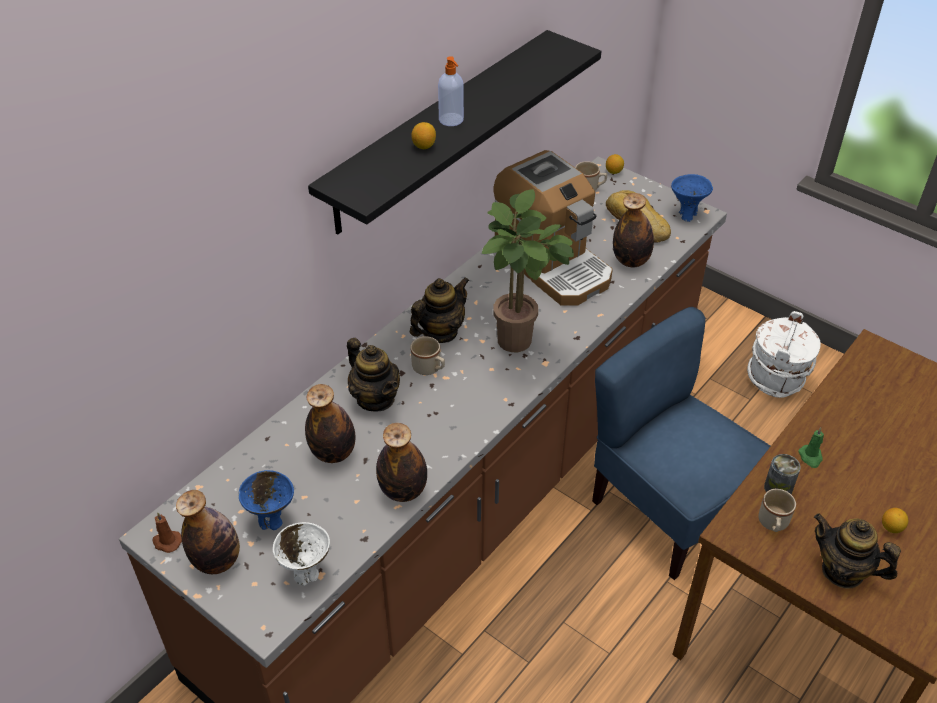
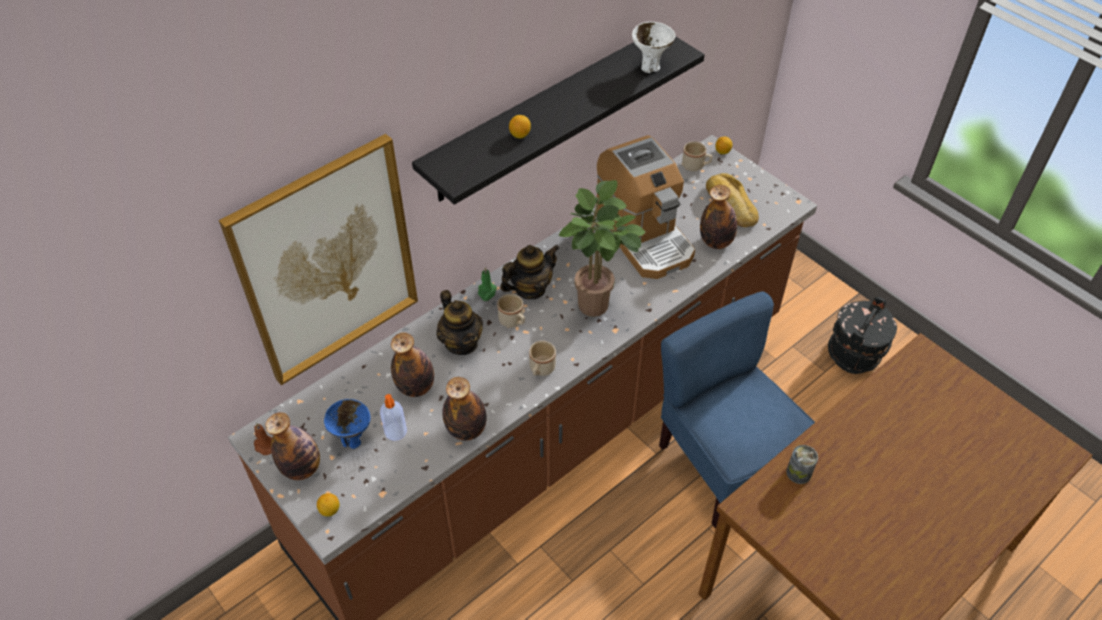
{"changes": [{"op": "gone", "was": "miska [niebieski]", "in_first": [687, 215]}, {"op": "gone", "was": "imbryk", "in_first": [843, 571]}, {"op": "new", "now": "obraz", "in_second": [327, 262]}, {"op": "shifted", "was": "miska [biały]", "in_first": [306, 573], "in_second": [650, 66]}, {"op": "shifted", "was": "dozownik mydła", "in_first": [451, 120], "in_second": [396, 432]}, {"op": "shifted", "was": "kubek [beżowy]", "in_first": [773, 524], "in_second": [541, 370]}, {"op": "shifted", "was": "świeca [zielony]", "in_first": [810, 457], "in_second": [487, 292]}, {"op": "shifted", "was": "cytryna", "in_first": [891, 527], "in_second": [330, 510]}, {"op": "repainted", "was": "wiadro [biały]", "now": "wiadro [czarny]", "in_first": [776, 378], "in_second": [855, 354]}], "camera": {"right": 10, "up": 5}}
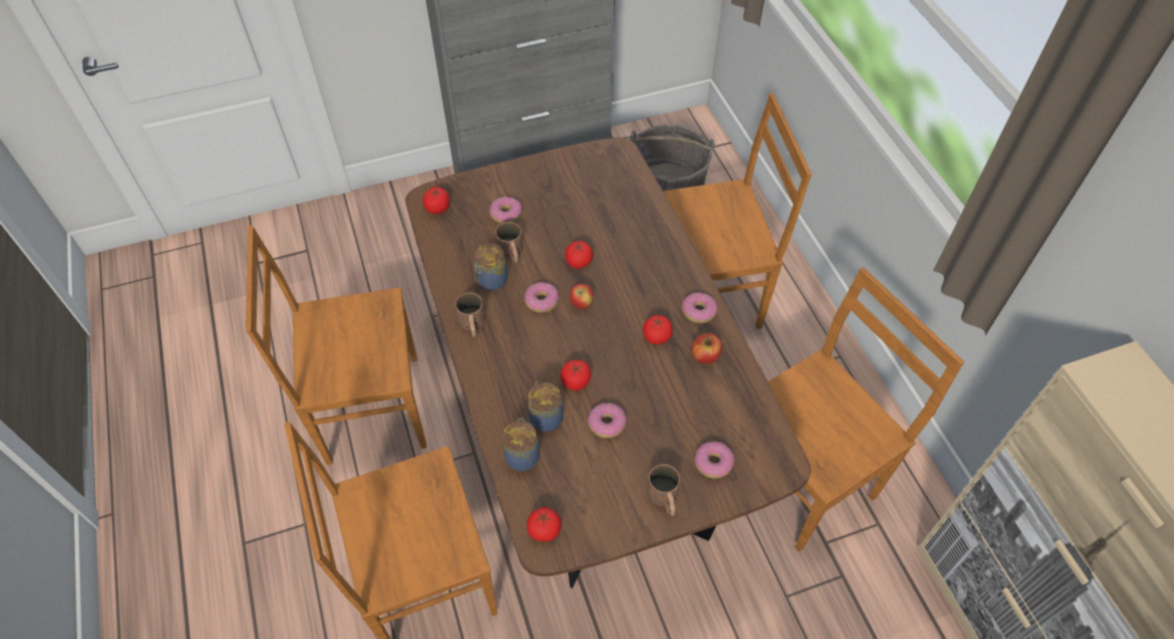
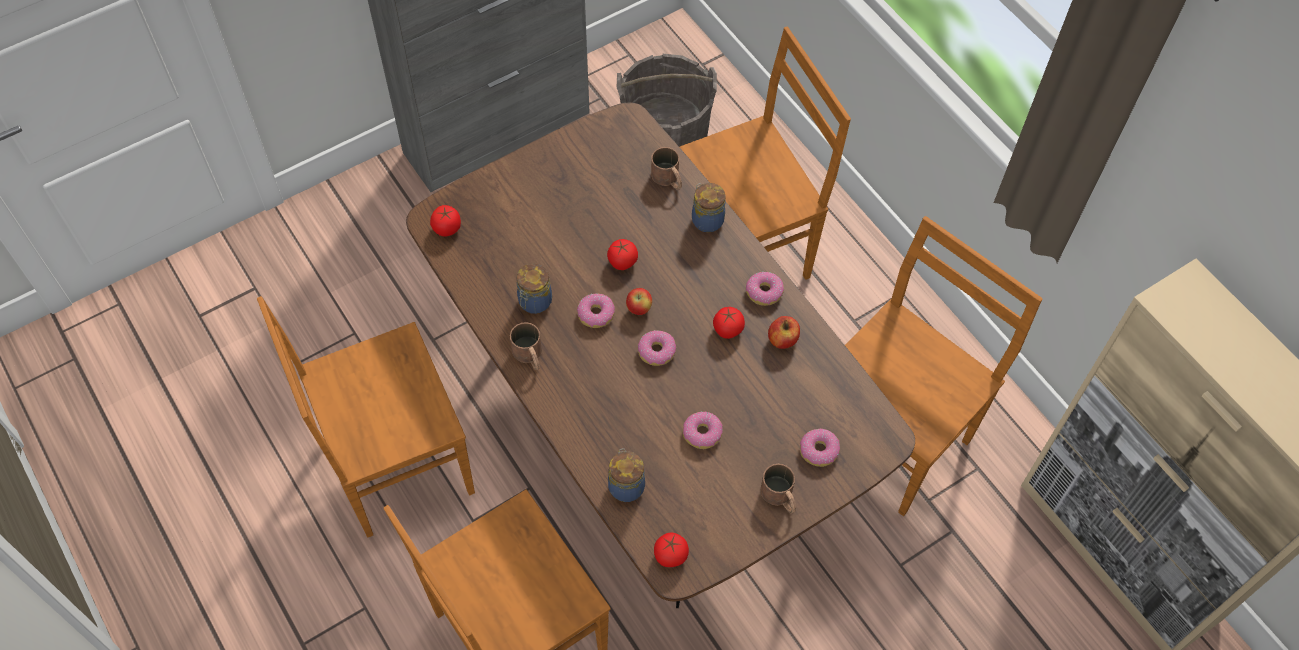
{"changes": [{"op": "gone", "was": "pomidor", "in_first": [575, 382]}, {"op": "shifted", "was": "donut", "in_first": [506, 214], "in_second": [656, 352]}, {"op": "shifted", "was": "kubek [brązowy]", "in_first": [512, 253], "in_second": [668, 179]}, {"op": "shifted", "was": "słoik", "in_first": [545, 417], "in_second": [706, 219]}], "camera": {"right": -15, "up": 5}}
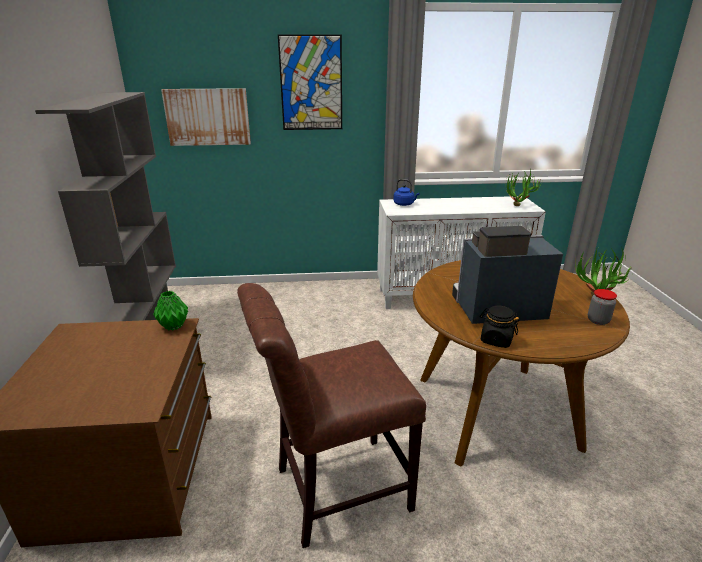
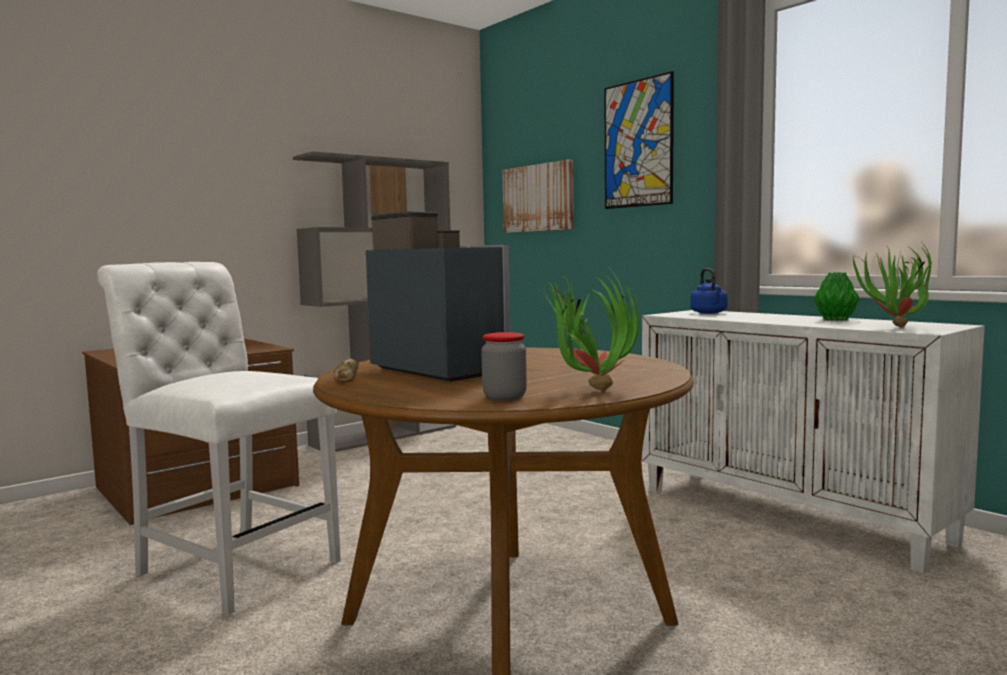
{"changes": [{"op": "shifted", "was": "wazon [zielony]", "in_first": [173, 326], "in_second": [834, 319]}, {"op": "swapped", "was": "słoik [czarny]", "now": "chleb", "in_first": [496, 340], "in_second": [346, 376]}, {"op": "repainted", "was": "krzesło [brązowy]", "now": "krzesło [biały]", "in_first": [334, 490], "in_second": [233, 564]}], "camera": {"right": 55, "up": -20}}
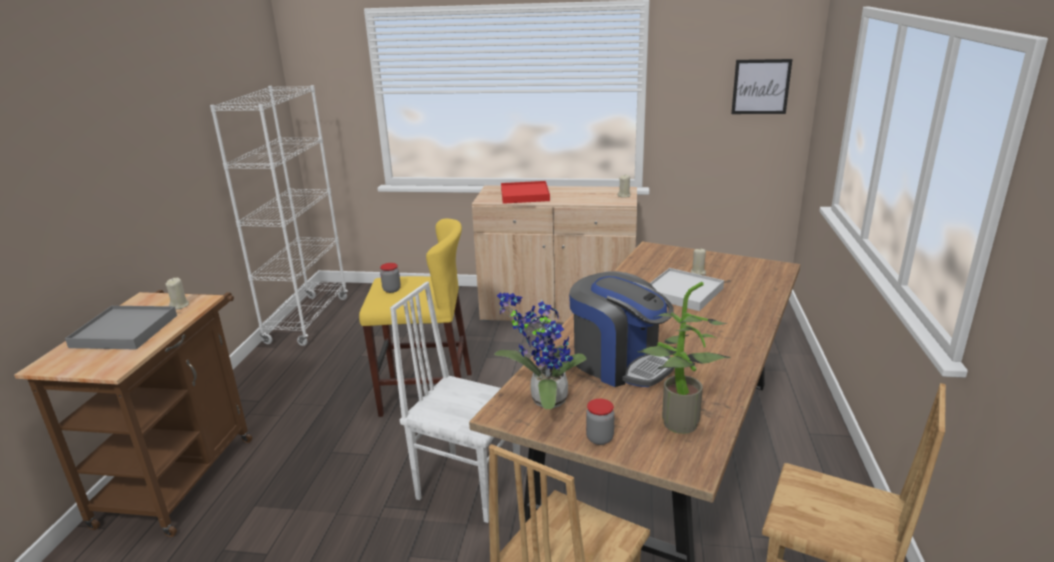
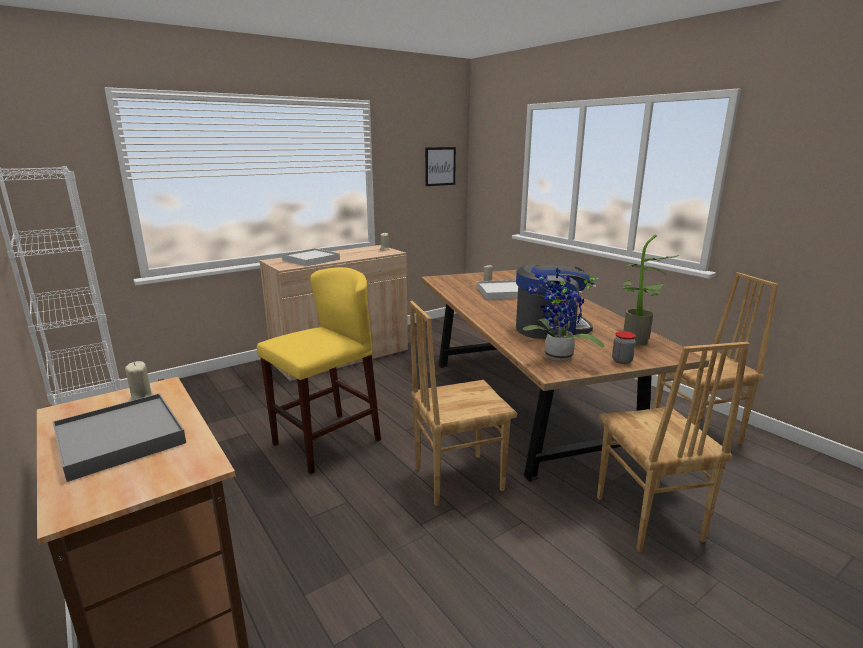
{"changes": [{"op": "gone", "was": "słoik", "in_first": [391, 290]}, {"op": "repainted", "was": "krzesło [biały]", "now": "krzesło [brązowy]", "in_first": [469, 486], "in_second": [457, 478]}, {"op": "repainted", "was": "taca [czerwony]", "now": "taca [biały]", "in_first": [525, 195], "in_second": [311, 260]}], "camera": {"right": -45, "up": -5}}
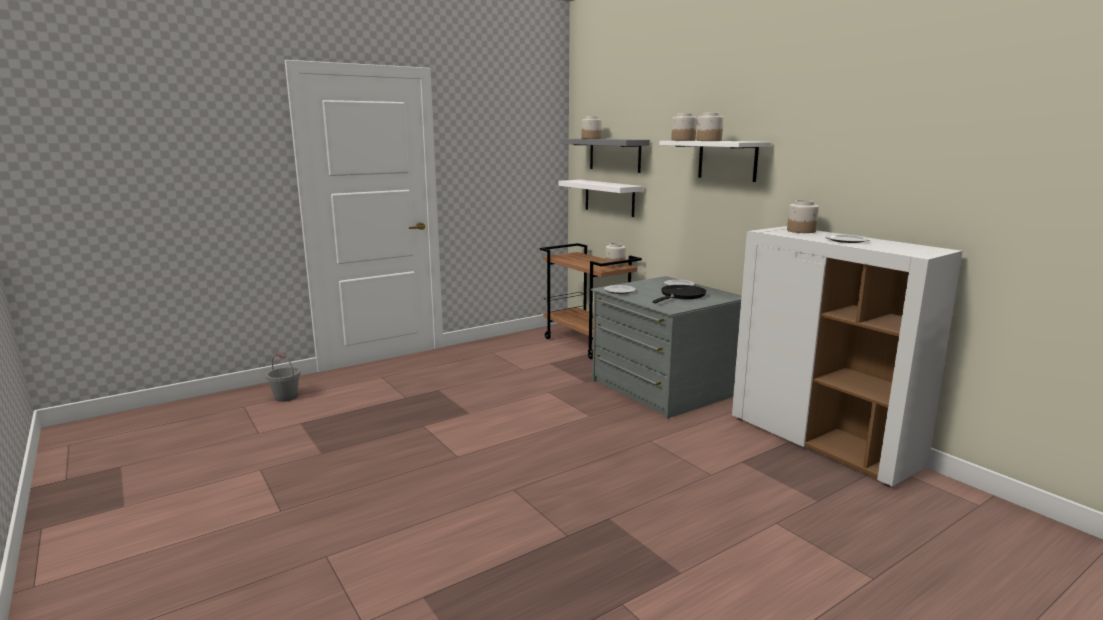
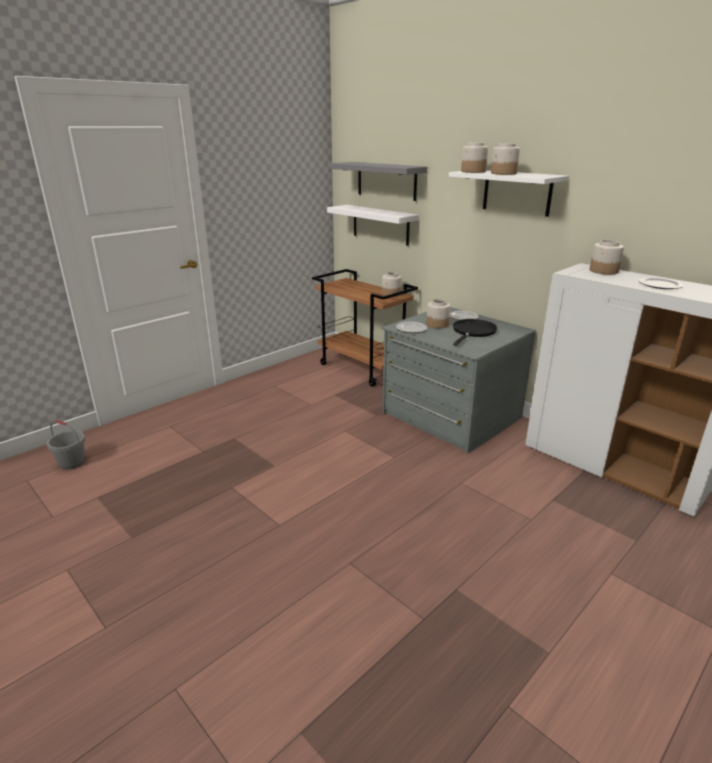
{"changes": [{"op": "shifted", "was": "słoik", "in_first": [591, 138], "in_second": [437, 324]}], "camera": {"right": -10, "up": 10}}
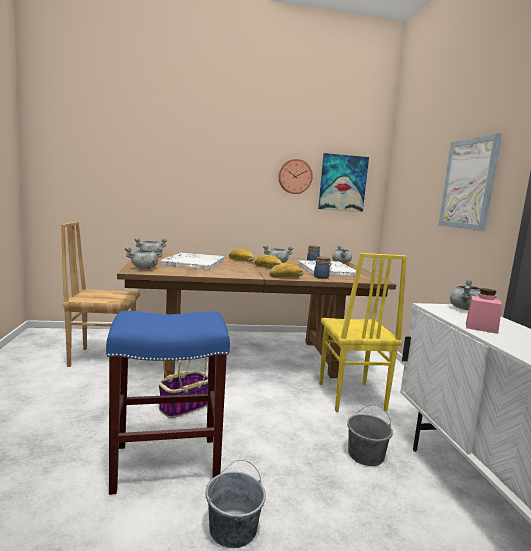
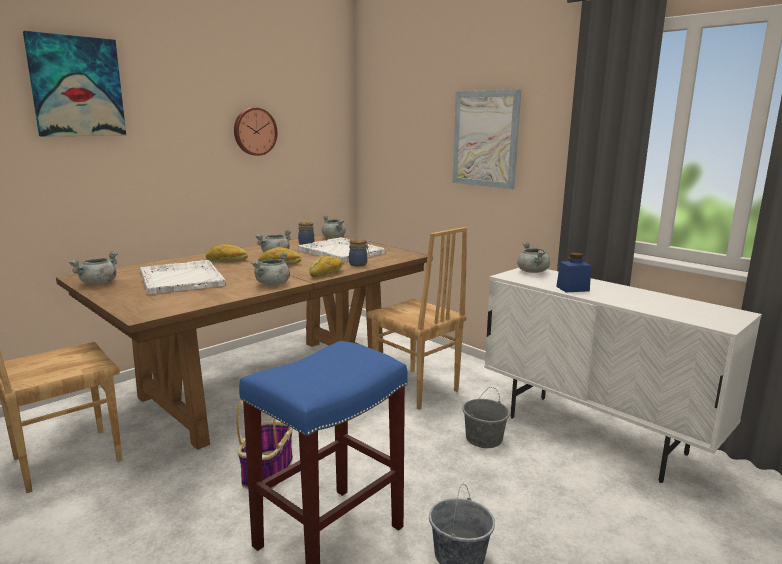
{"changes": [{"op": "shifted", "was": "garnek [szary]", "in_first": [144, 268], "in_second": [272, 284]}, {"op": "shifted", "was": "obraz", "in_first": [342, 183], "in_second": [76, 87]}, {"op": "repainted", "was": "krzesło [żółty]", "now": "krzesło [brązowy]", "in_first": [350, 397], "in_second": [415, 389]}, {"op": "repainted", "was": "słoik [różowy]", "now": "słoik [niebieski]", "in_first": [481, 328], "in_second": [572, 289]}], "camera": {"right": -35, "up": 5}}
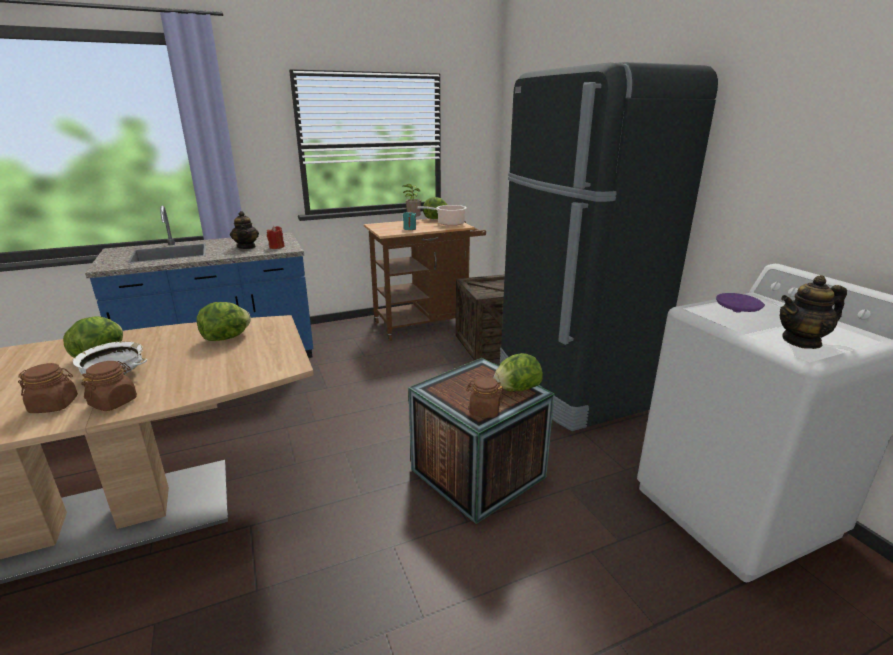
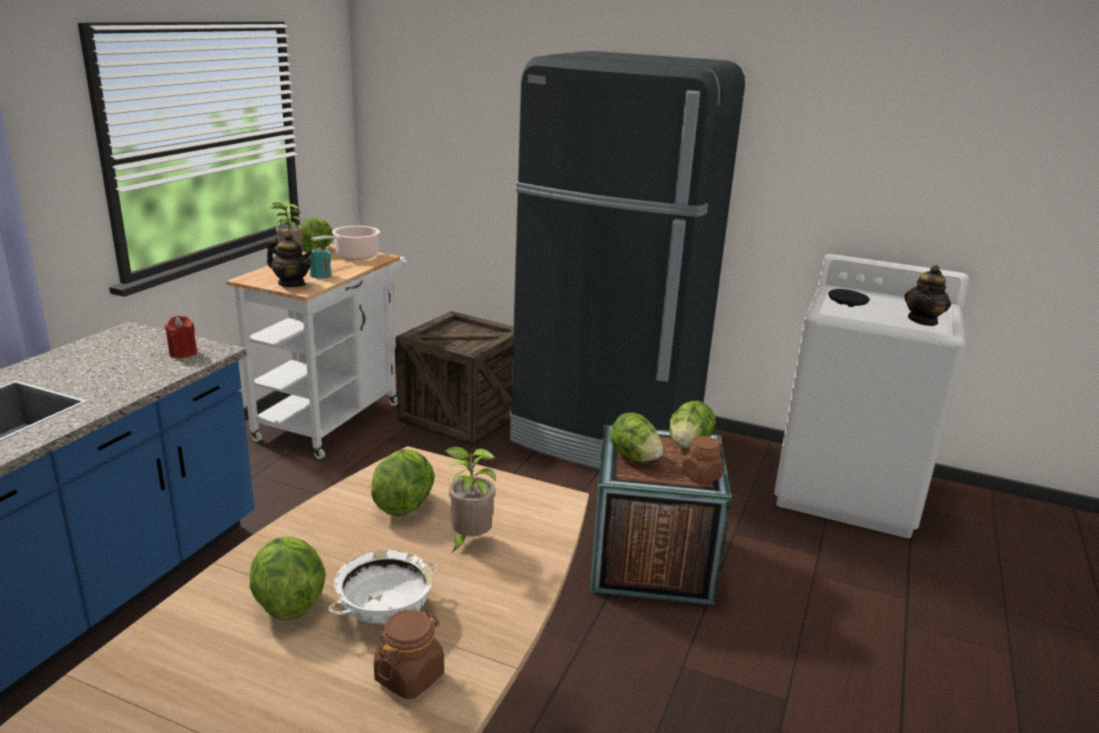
{"changes": [{"op": "gone", "was": "słoik [brązowy]", "in_first": [114, 402]}, {"op": "new", "now": "roślina doniczkowa", "in_second": [469, 541]}, {"op": "new", "now": "sałata", "in_second": [634, 457]}, {"op": "shifted", "was": "imbryk", "in_first": [247, 247], "in_second": [292, 284]}, {"op": "repainted", "was": "wózek [brązowy]", "now": "wózek [biały]", "in_first": [426, 323], "in_second": [334, 417]}, {"op": "repainted", "was": "talerz [fioletowy]", "now": "talerz [czarny]", "in_first": [738, 309], "in_second": [847, 304]}], "camera": {"right": -45, "up": 0}}
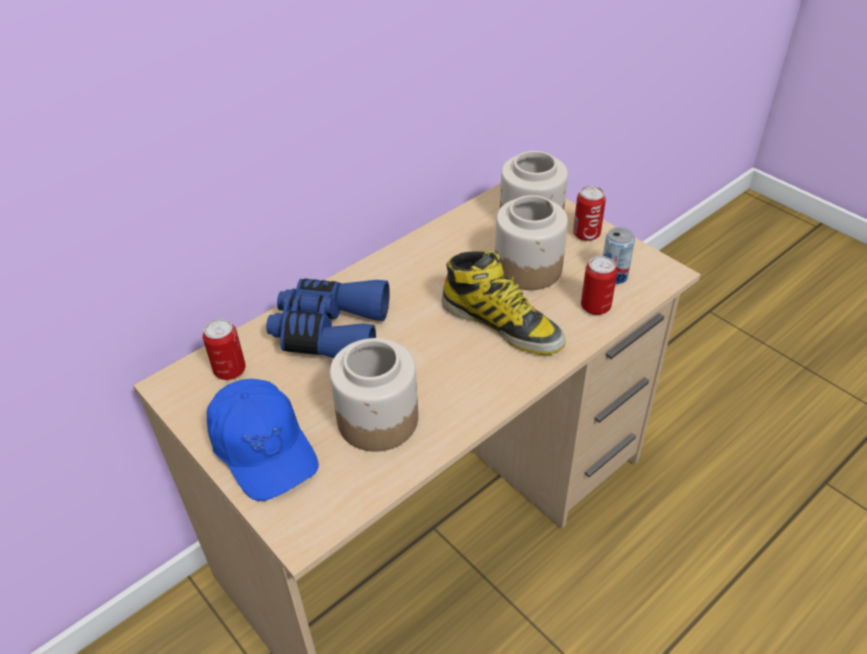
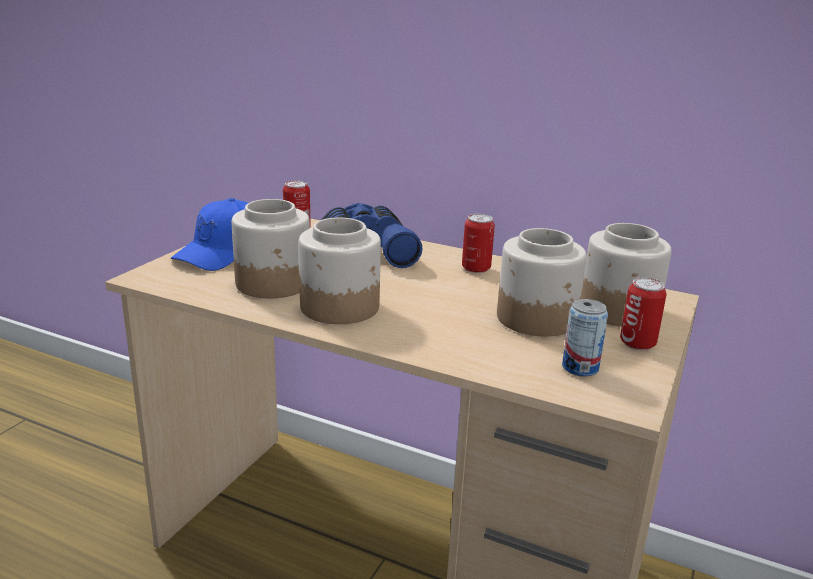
{"changes": [{"op": "gone", "was": "but z cholewką", "in_first": [502, 323]}, {"op": "new", "now": "słoik", "in_second": [341, 307]}, {"op": "shifted", "was": "puszka", "in_first": [595, 307], "in_second": [476, 268]}], "camera": {"right": 65, "up": -20}}
